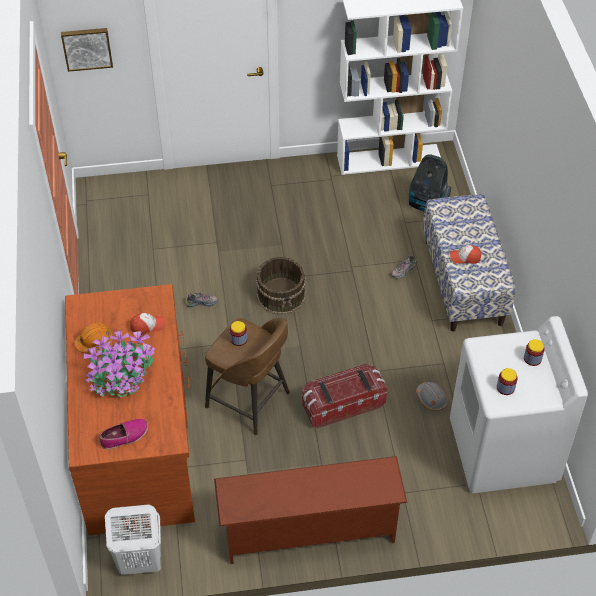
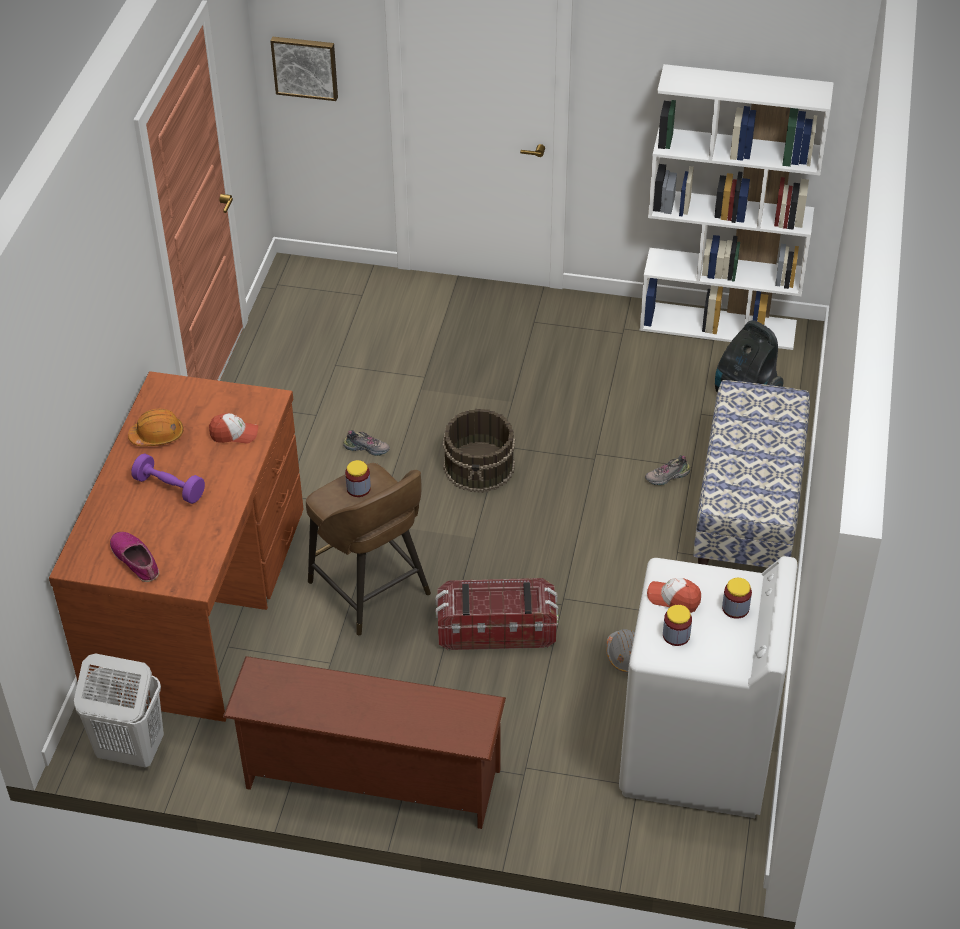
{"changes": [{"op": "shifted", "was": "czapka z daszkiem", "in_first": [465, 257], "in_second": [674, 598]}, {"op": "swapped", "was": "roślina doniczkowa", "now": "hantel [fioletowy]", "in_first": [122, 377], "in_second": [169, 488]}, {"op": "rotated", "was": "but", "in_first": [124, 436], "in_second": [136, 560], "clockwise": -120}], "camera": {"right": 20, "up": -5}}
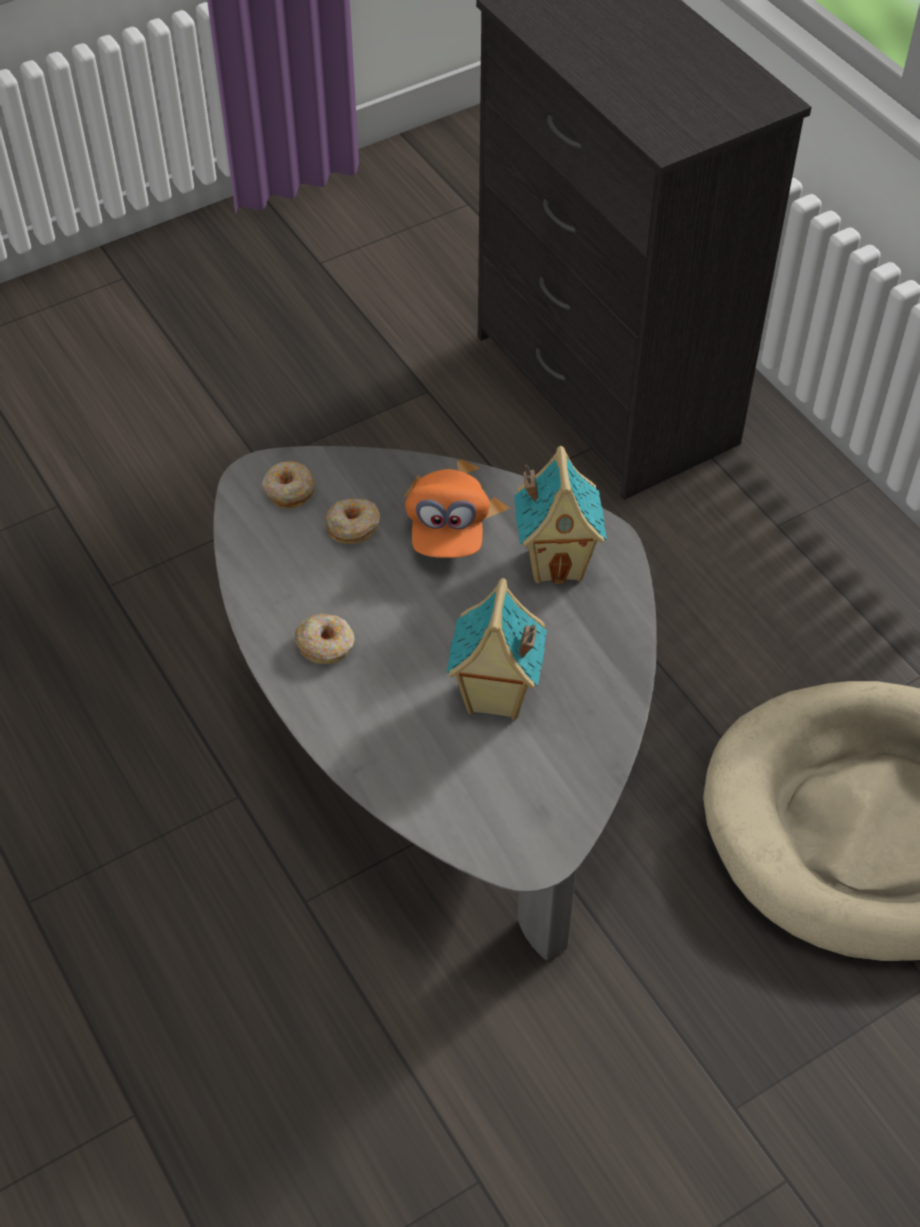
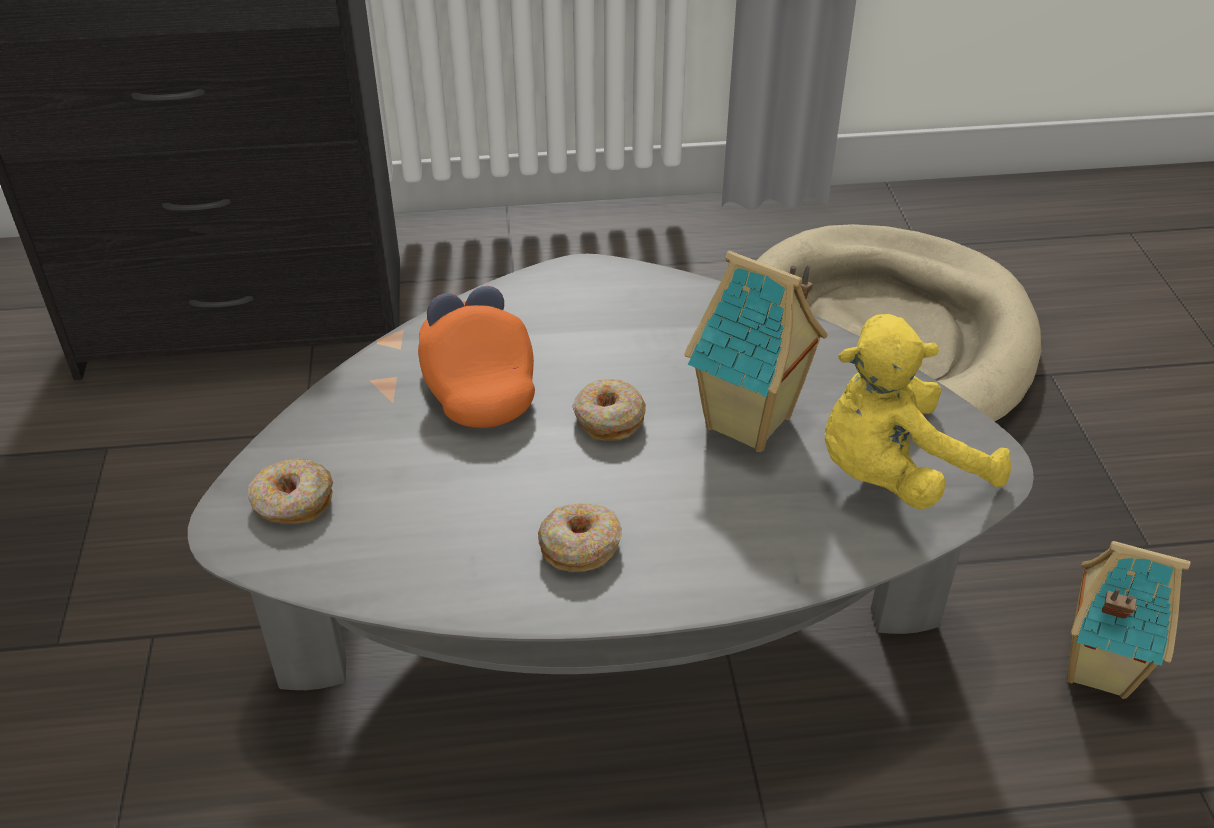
{"changes": [{"op": "new", "now": "pluszak [żółty]", "in_second": [893, 474]}, {"op": "shifted", "was": "donut", "in_first": [353, 526], "in_second": [608, 419]}, {"op": "shifted", "was": "domek", "in_first": [557, 562], "in_second": [1096, 667]}, {"op": "rotated", "was": "czapka z daszkiem [pomarańczowy]", "in_first": [447, 530], "in_second": [477, 383], "clockwise": -135}], "camera": {"right": -65, "up": -10}}
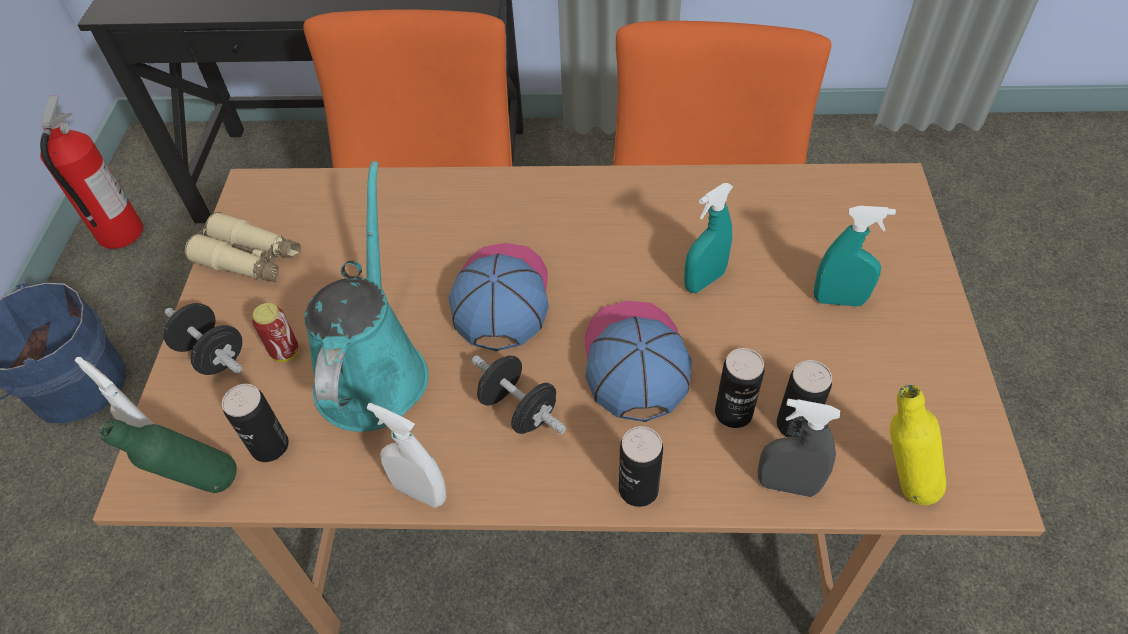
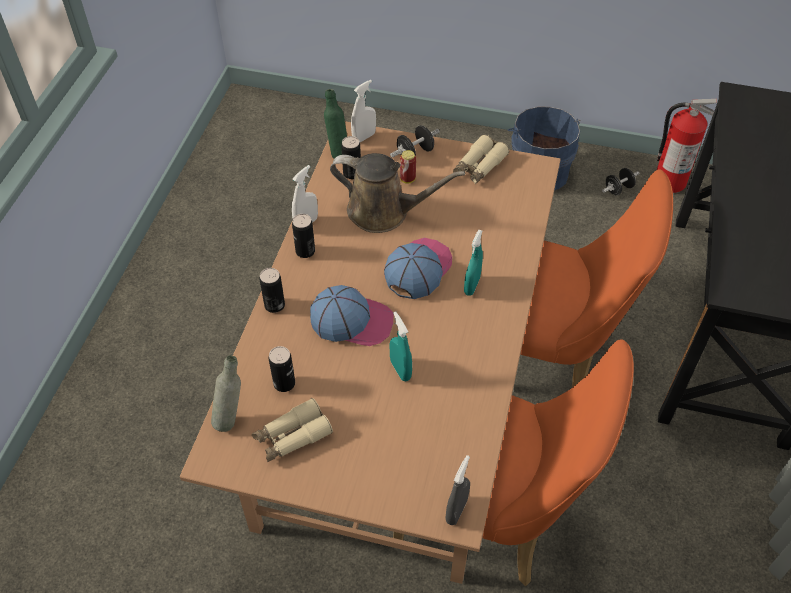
{"changes": [{"op": "new", "now": "lornetka [beżowy]", "in_second": [292, 436]}, {"op": "shifted", "was": "hantel [czarny]", "in_first": [519, 409], "in_second": [618, 189]}, {"op": "shifted", "was": "puszka", "in_first": [733, 413], "in_second": [305, 251]}, {"op": "shifted", "was": "spryskiwacz [szary]", "in_first": [787, 485], "in_second": [456, 511]}, {"op": "shifted", "was": "spryskiwacz [turkusowy]", "in_first": [839, 300], "in_second": [472, 286]}, {"op": "repainted", "was": "konewka [turkusowy]", "now": "konewka [brązowy]", "in_first": [373, 370], "in_second": [384, 212]}, {"op": "repainted", "was": "butelka [żółty]", "now": "butelka [szary]", "in_first": [898, 484], "in_second": [231, 418]}, {"op": "rotated", "was": "czapka z daszkiem", "in_first": [500, 297], "in_second": [418, 269], "clockwise": -75}], "camera": {"right": 100, "up": 0}}
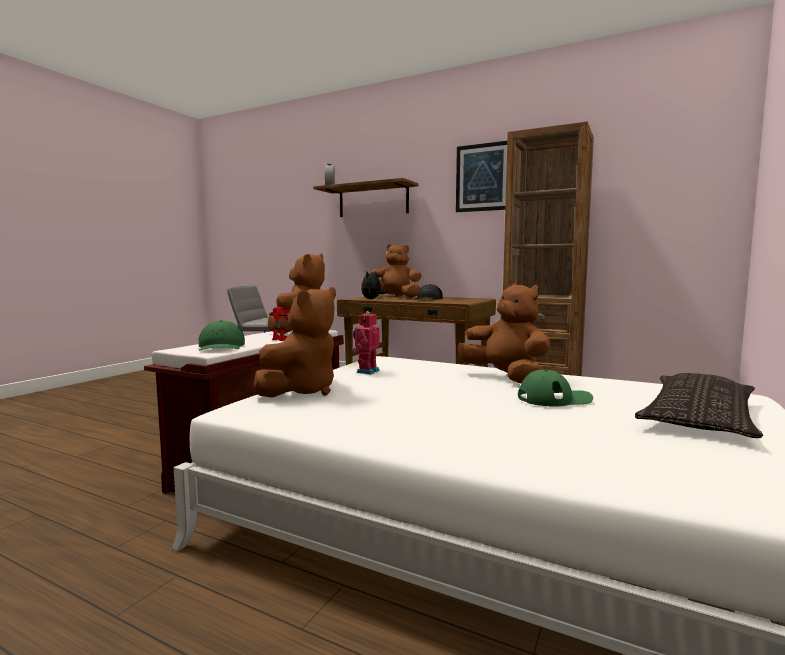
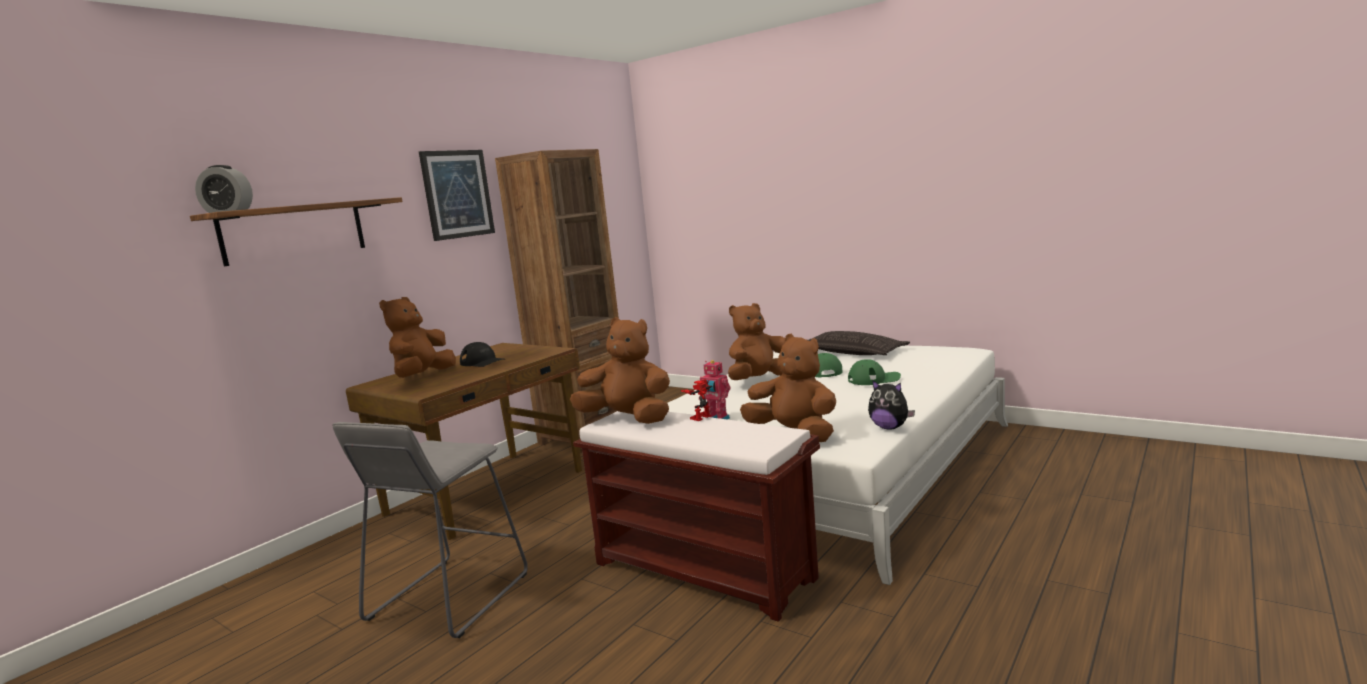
{"changes": [{"op": "shifted", "was": "czapka z daszkiem [zielony]", "in_first": [221, 346], "in_second": [874, 379]}, {"op": "shifted", "was": "pluszak", "in_first": [372, 299], "in_second": [889, 427]}], "camera": {"right": -80, "up": 5}}
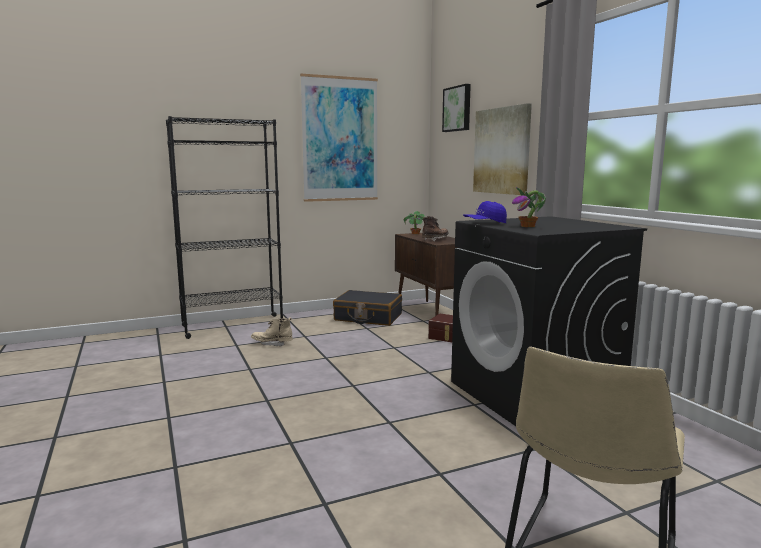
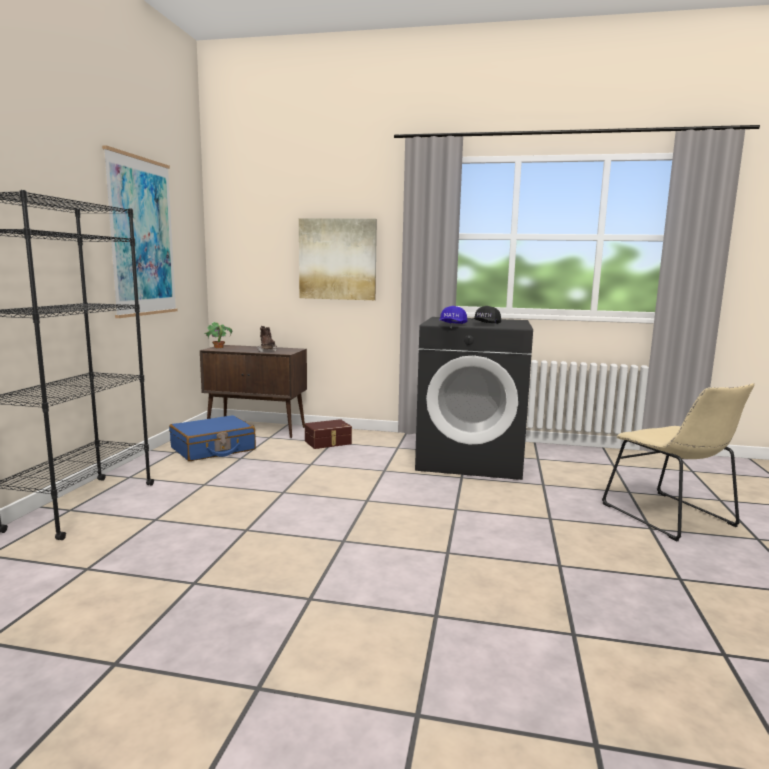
{"changes": [{"op": "gone", "was": "but z cholewką [beżowy]", "in_first": [272, 344]}, {"op": "gone", "was": "obraz", "in_first": [458, 109]}, {"op": "swapped", "was": "roślina doniczkowa", "now": "czapka z daszkiem [czarny]", "in_first": [528, 226], "in_second": [485, 324]}, {"op": "repainted", "was": "walizka [czarny]", "now": "walizka [niebieski]", "in_first": [368, 317], "in_second": [213, 449]}], "camera": {"right": -55, "up": 0}}
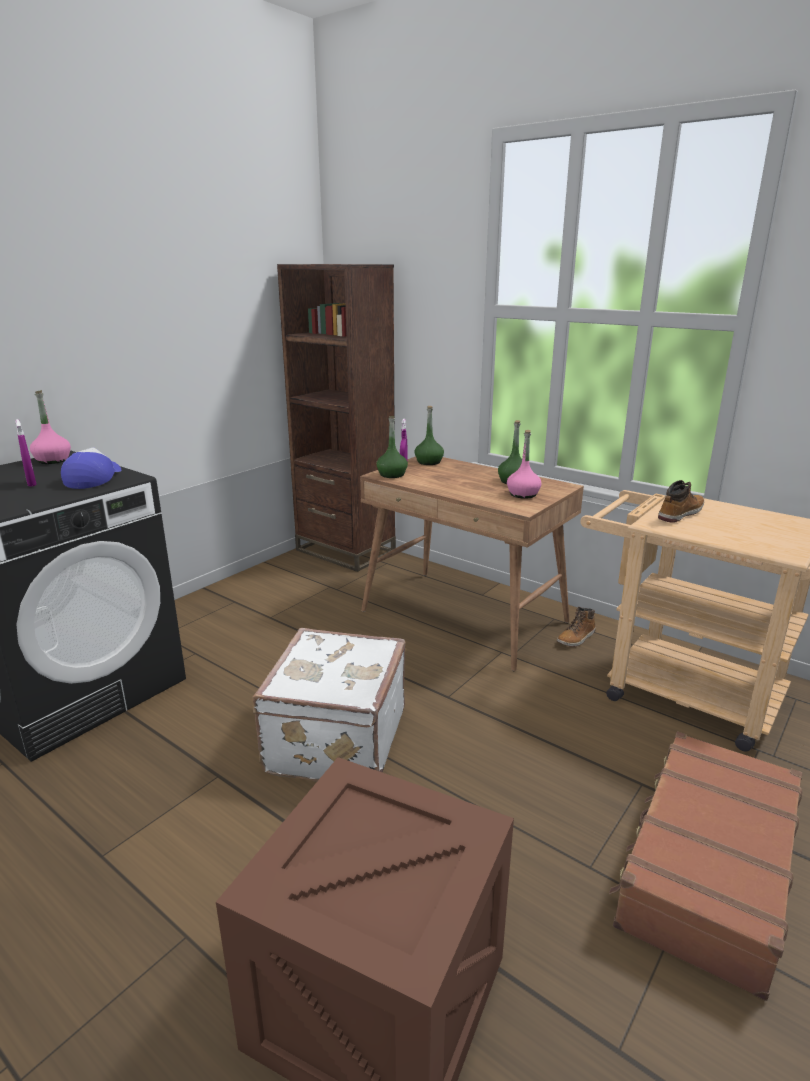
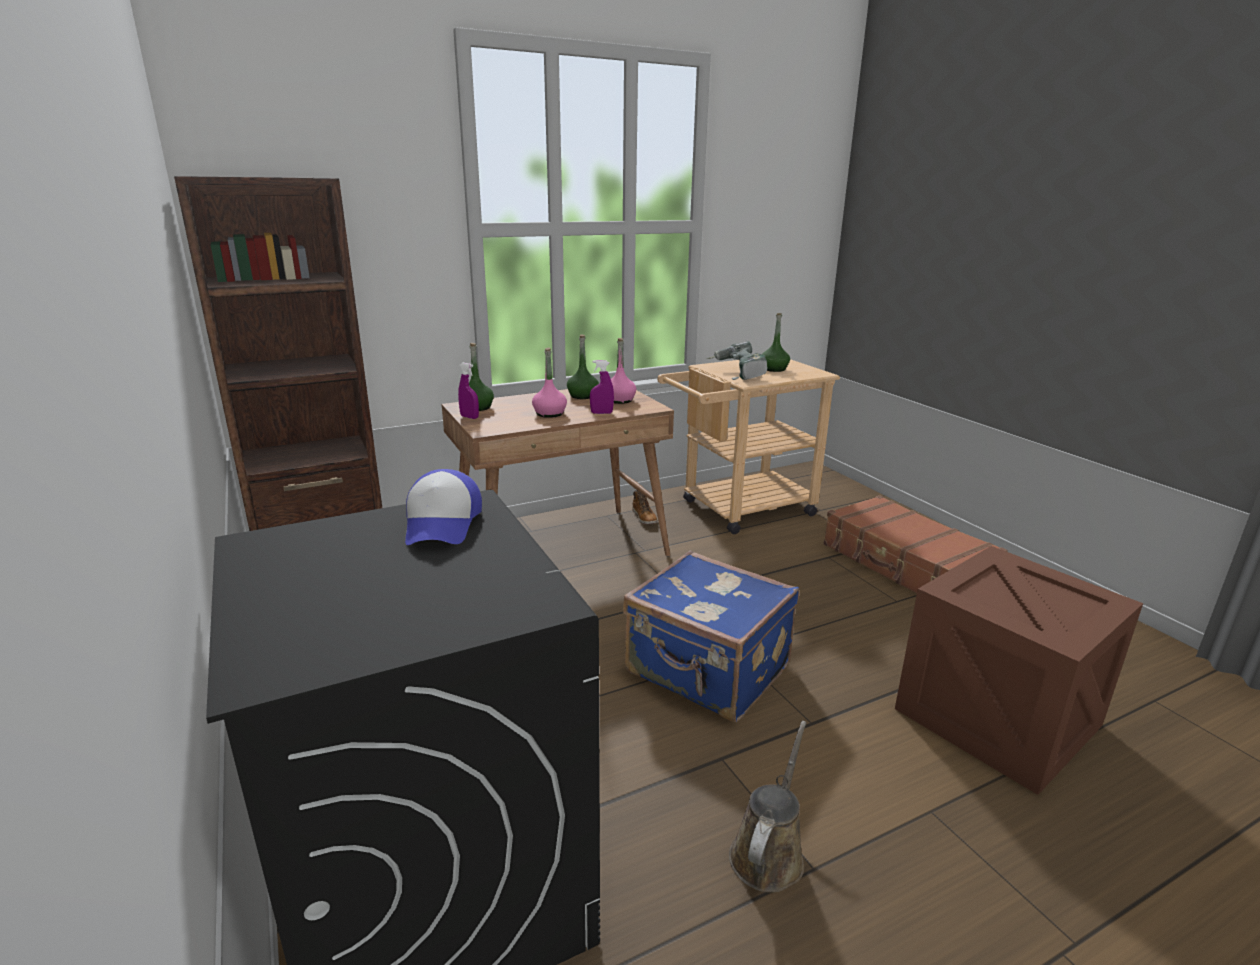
{"changes": [{"op": "new", "now": "konewka [brązowy]", "in_second": [768, 852]}, {"op": "shifted", "was": "spryskiwacz [fioletowy]", "in_first": [31, 483], "in_second": [601, 413]}, {"op": "shifted", "was": "butelka [różowy]", "in_first": [52, 460], "in_second": [549, 414]}, {"op": "shifted", "was": "butelka [zielony]", "in_first": [392, 475], "in_second": [774, 369]}, {"op": "swapped", "was": "but z cholewką", "now": "wiertarka", "in_first": [679, 514], "in_second": [737, 373]}, {"op": "repainted", "was": "walizka [biały]", "now": "walizka [niebieski]", "in_first": [334, 740], "in_second": [707, 671]}, {"op": "rotated", "was": "czapka z daszkiem", "in_first": [93, 478], "in_second": [443, 523], "clockwise": -120}], "camera": {"right": -65, "up": 0}}
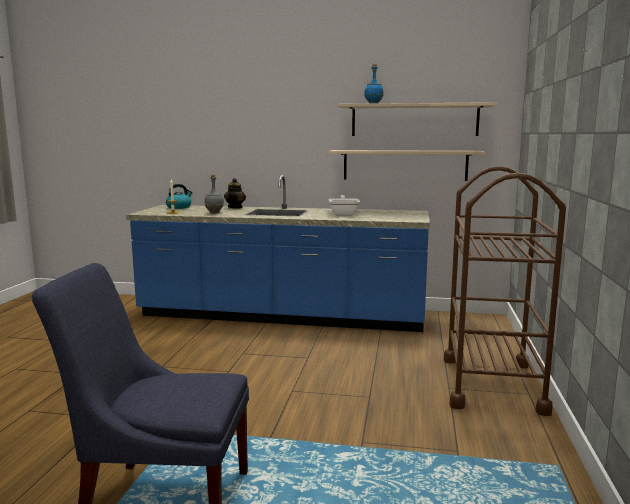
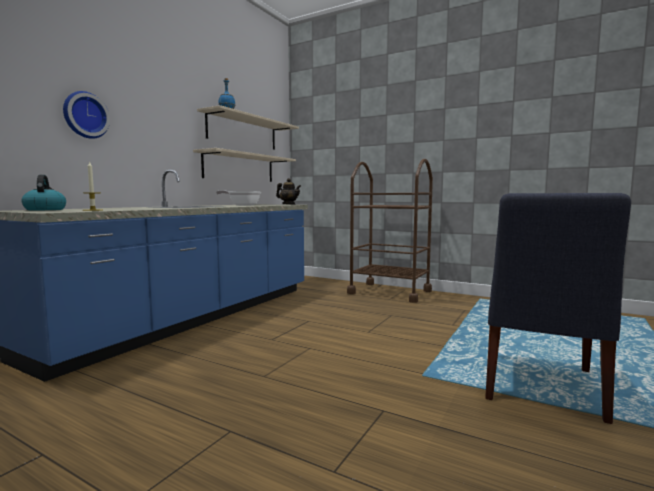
{"changes": [{"op": "gone", "was": "butelka [szary]", "in_first": [214, 213]}, {"op": "new", "now": "zegar ścienny", "in_second": [85, 115]}, {"op": "shifted", "was": "imbryk", "in_first": [235, 207], "in_second": [288, 204]}], "camera": {"right": -70, "up": -5}}
